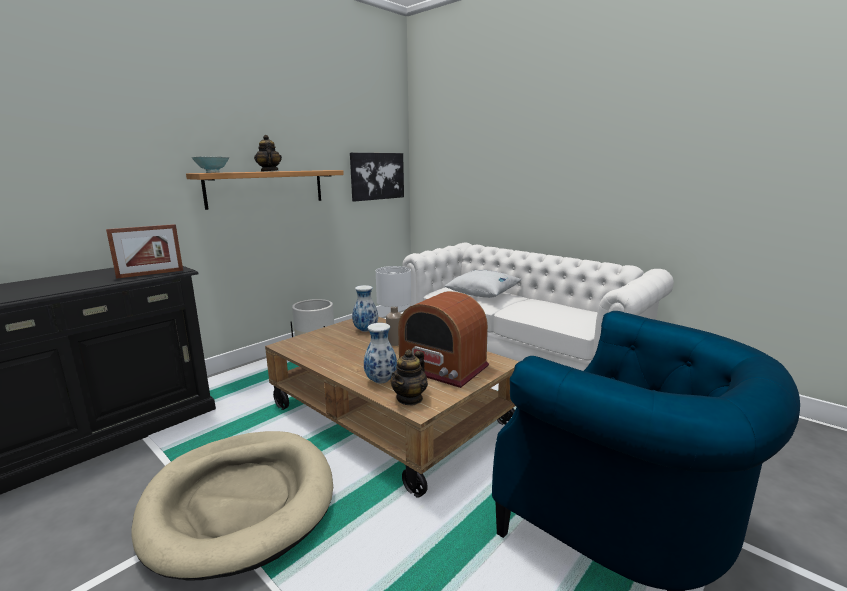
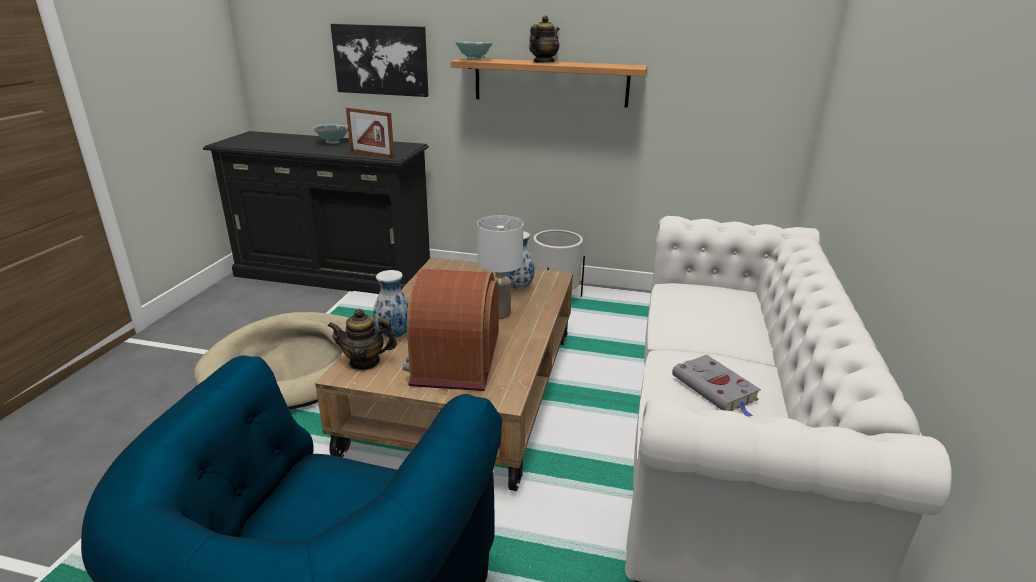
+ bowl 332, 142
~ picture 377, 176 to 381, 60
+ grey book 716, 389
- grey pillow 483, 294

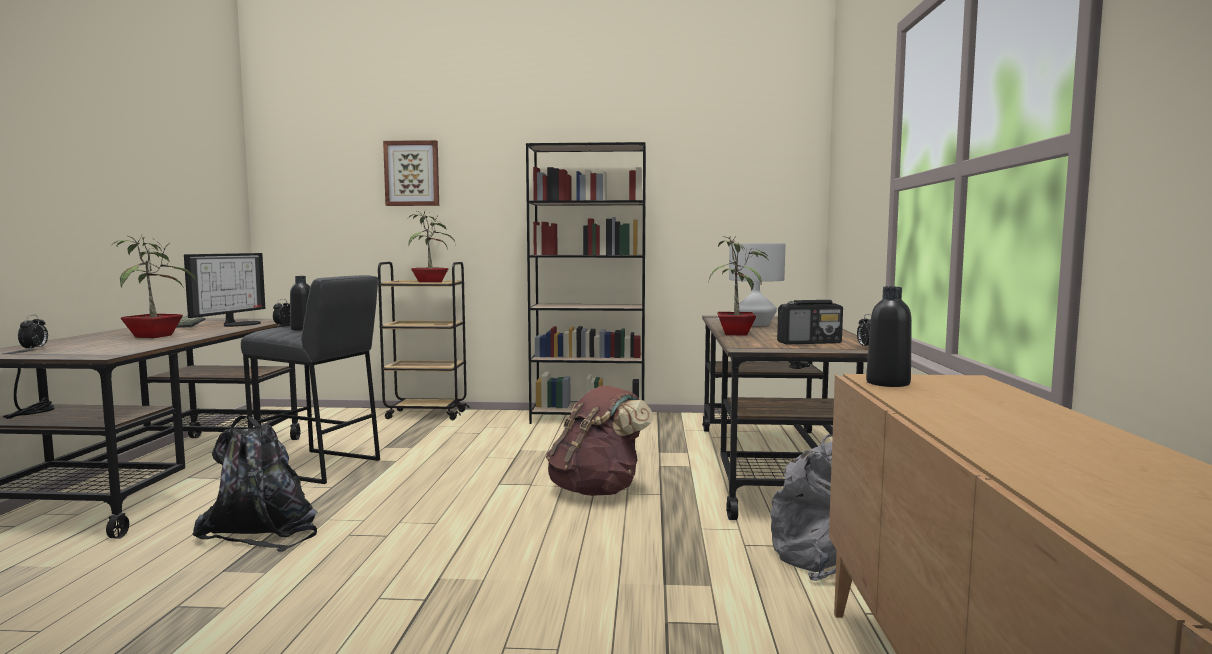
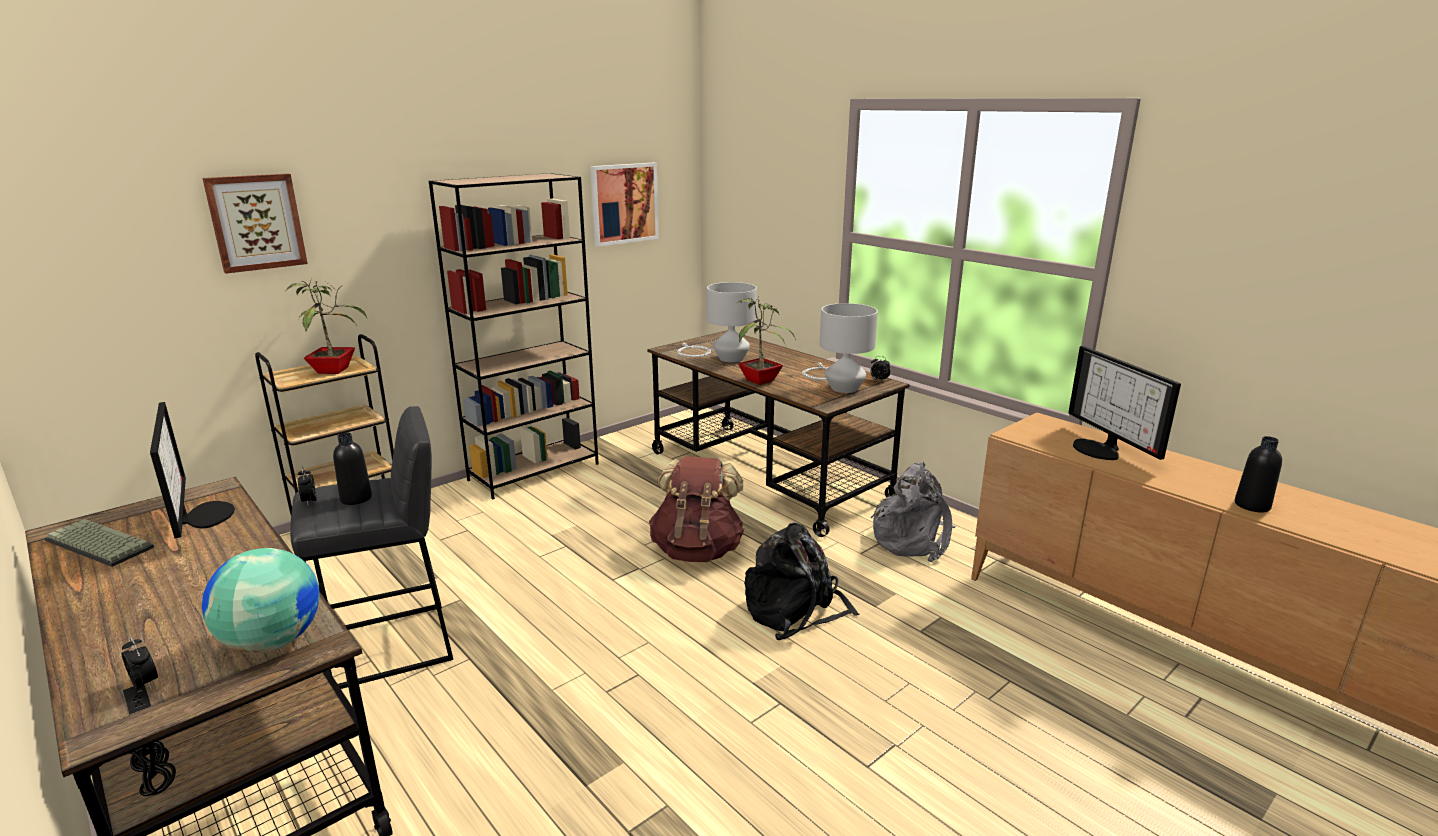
+ globe 272, 641
+ picture 624, 203
~ black backpack 264, 530 to 795, 611
~ radio 809, 343 to grey table lamp 835, 382
+ monitor 1100, 449
~ black bottle 888, 383 to 1252, 505
- potted plant 155, 336

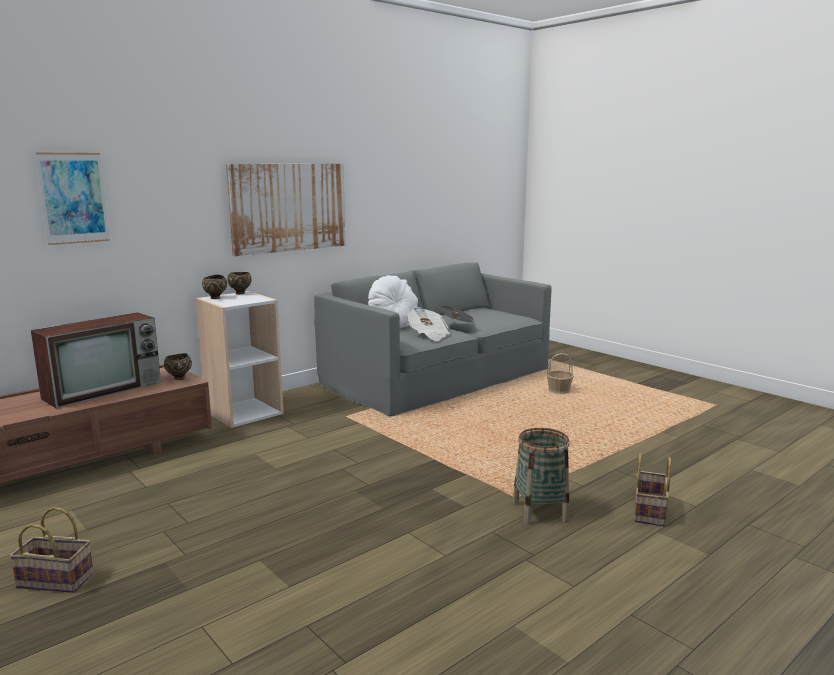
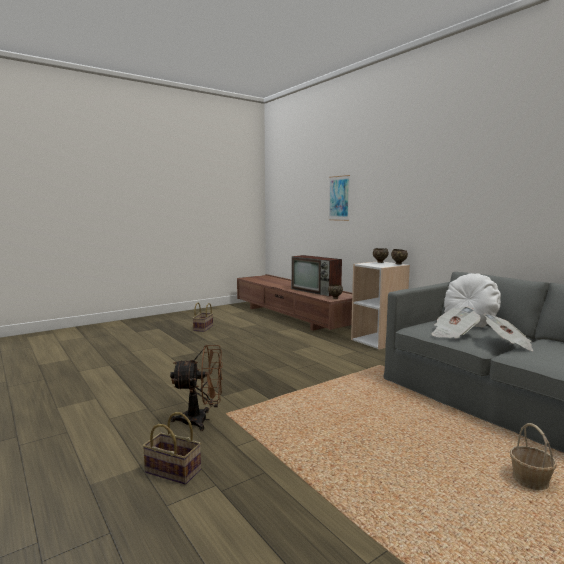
~ basket 540, 511 to brown fan 201, 420
- picture 289, 207

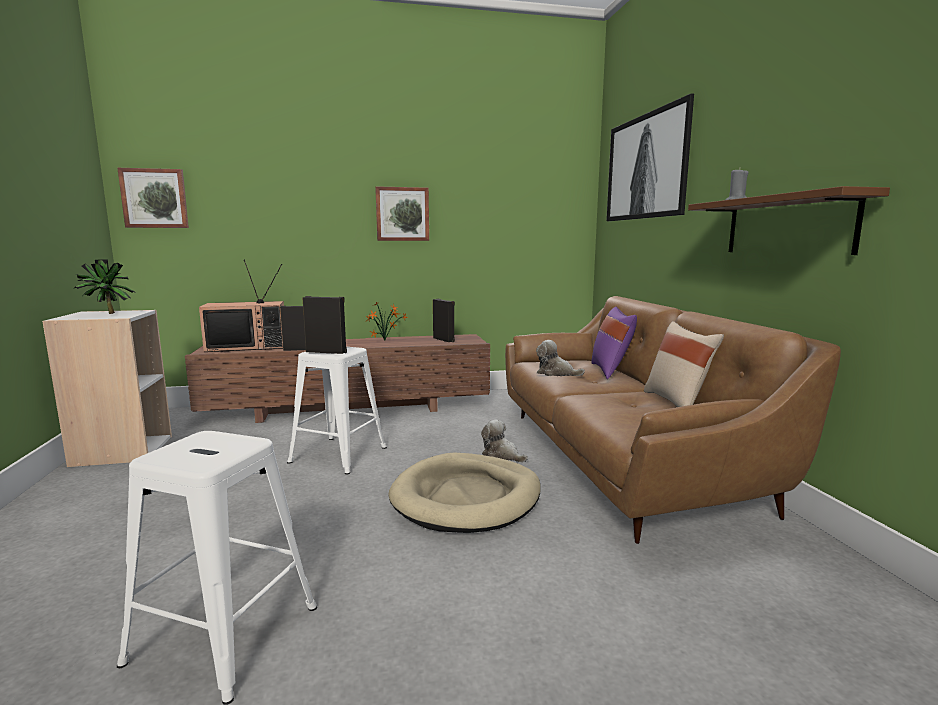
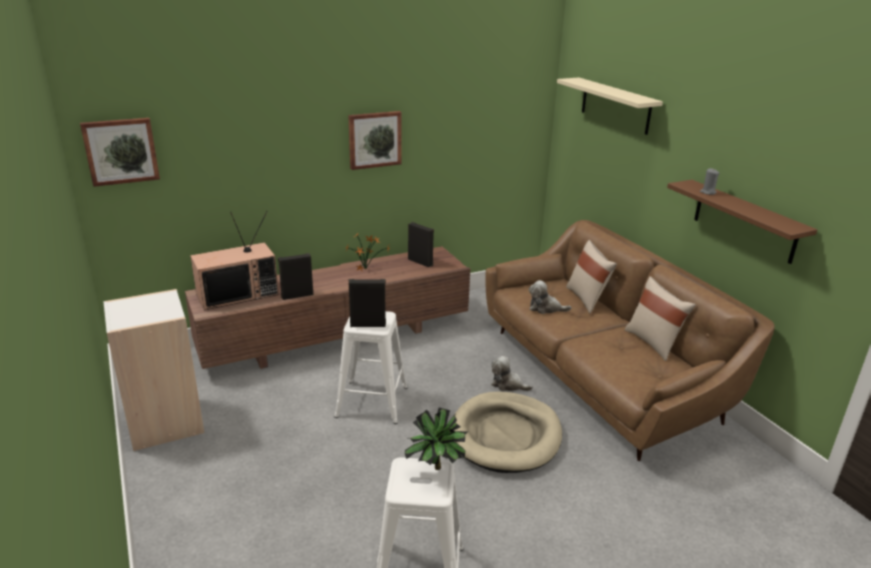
~ potted plant 107, 314 to 435, 471
~ picture 645, 167 to beige shelf 615, 105
~ purple pillow 611, 371 to beige pillow 587, 299

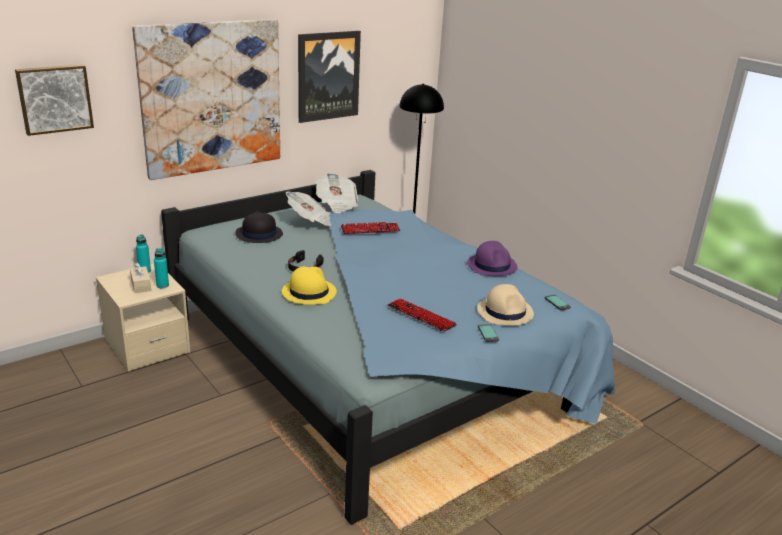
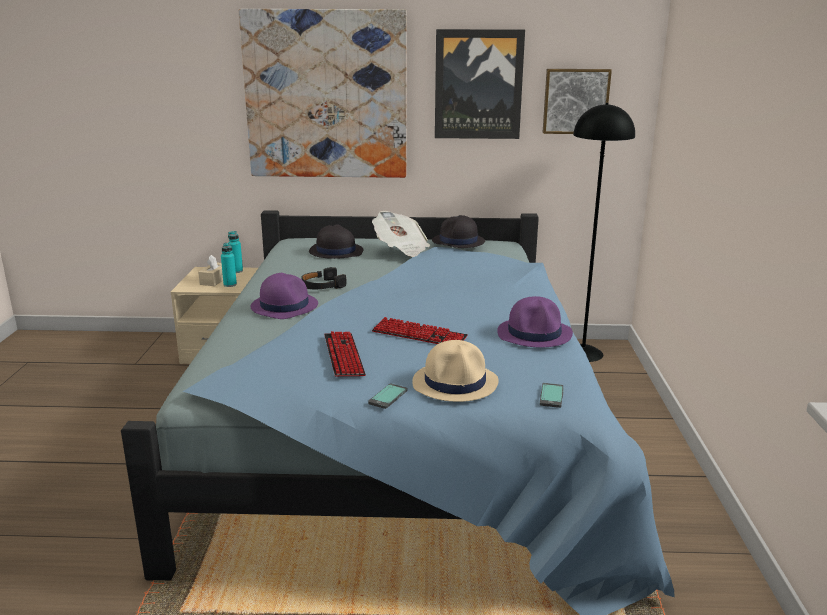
~ yellow hat 308, 292 to purple hat 284, 306
~ keyboard 370, 229 to 419, 335
~ newspaper 337, 204 to black hat 458, 242
~ picture 54, 98 to 575, 101

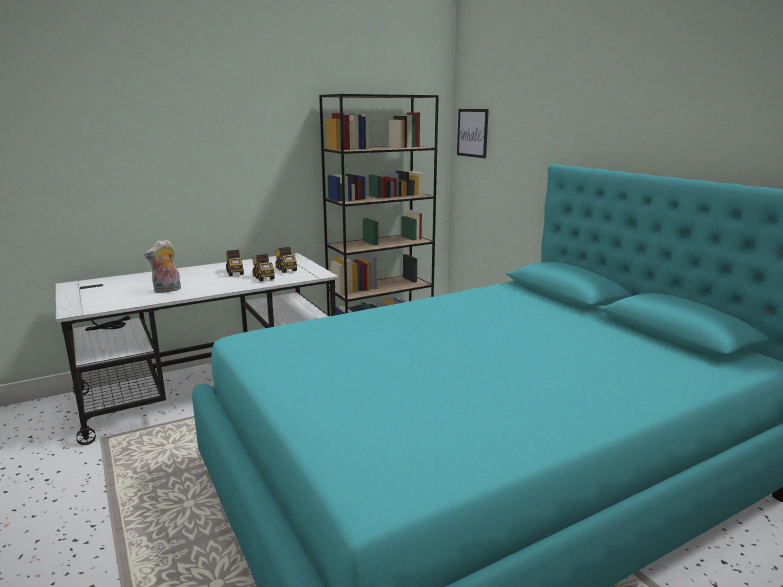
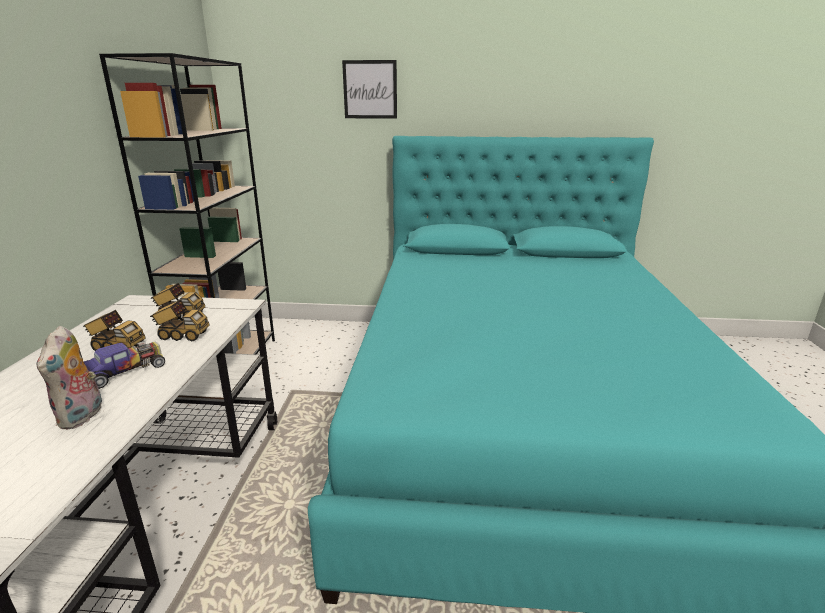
+ toy car 125, 371
~ picture 472, 133 to 370, 89

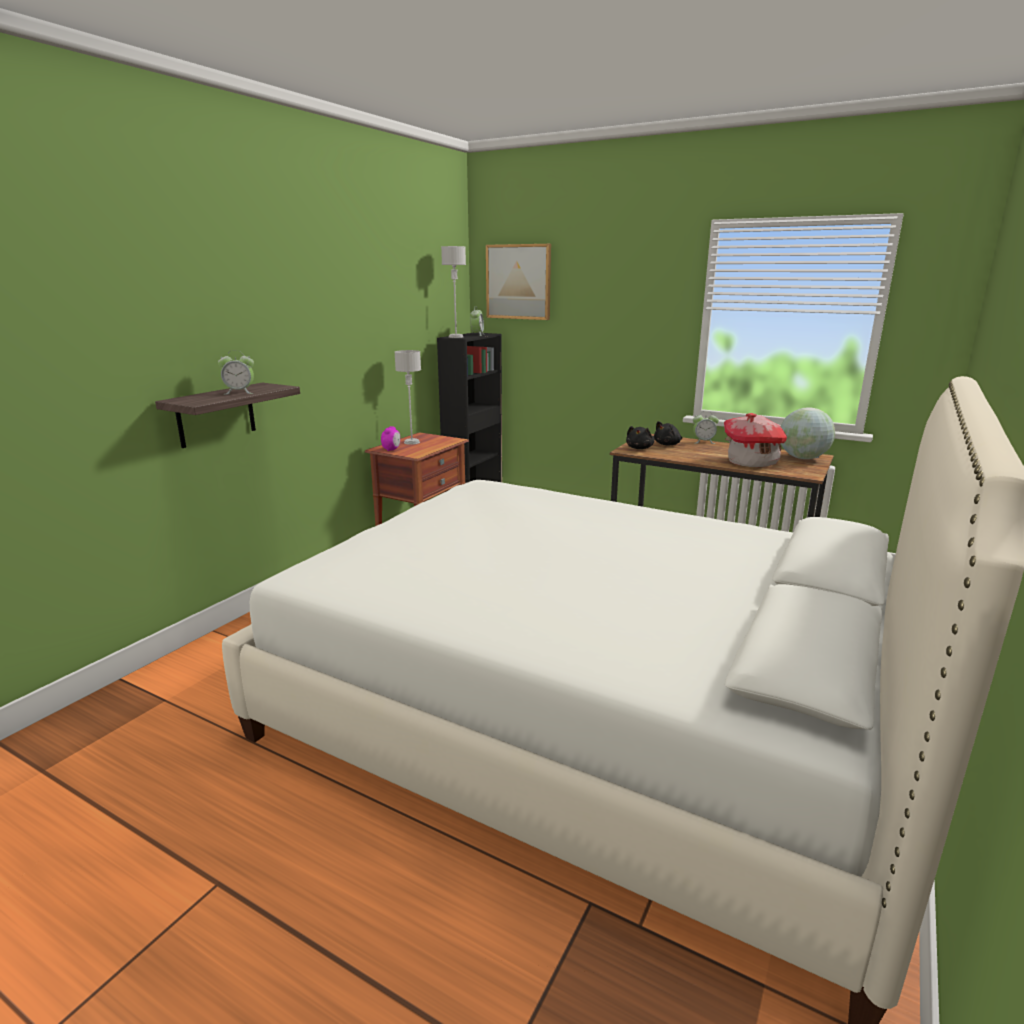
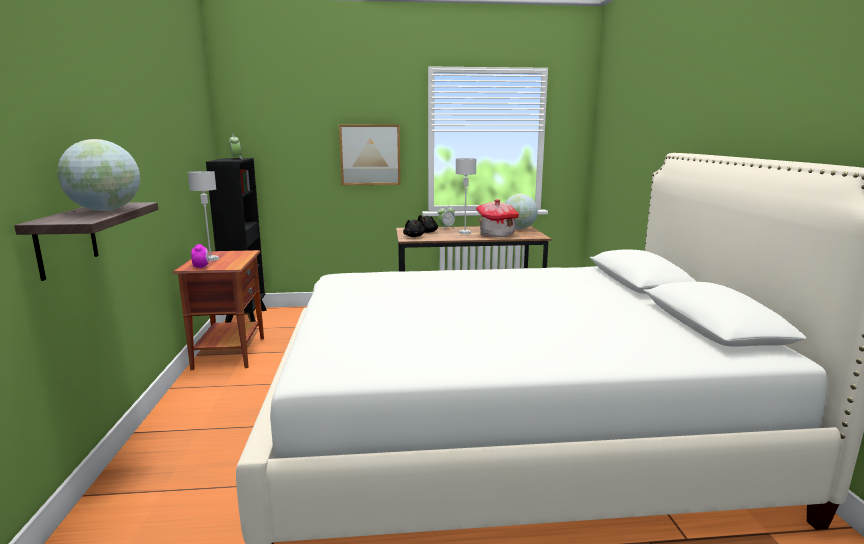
~ alarm clock 240, 392 to globe 105, 210
~ picture 518, 282 to 370, 155
~ grey table lamp 456, 337 to 465, 233

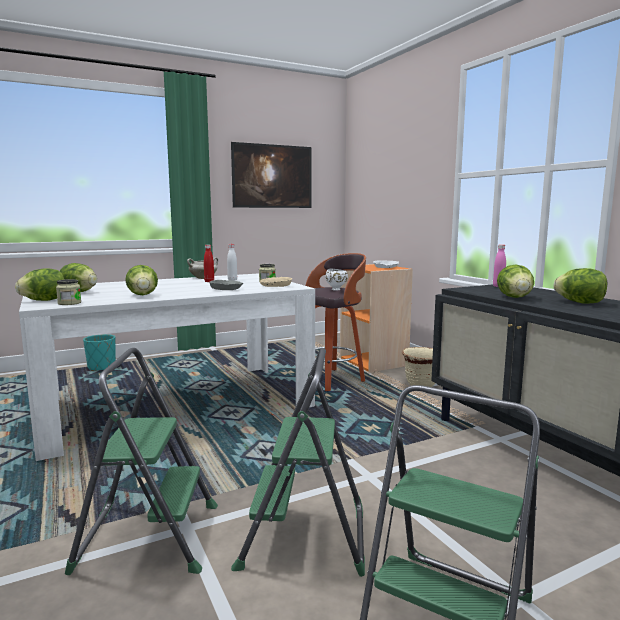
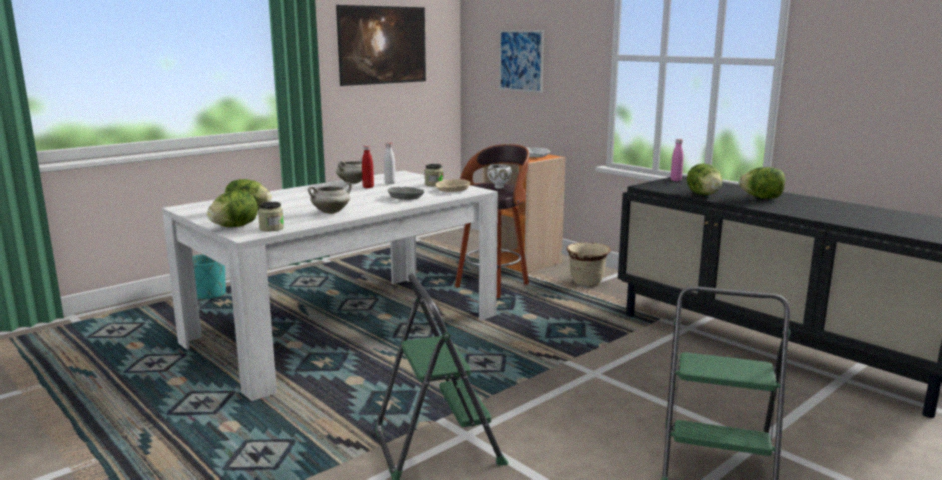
~ lettuce 143, 295 to white cooking pot 331, 212
+ picture 521, 60
- green step ladder 309, 537

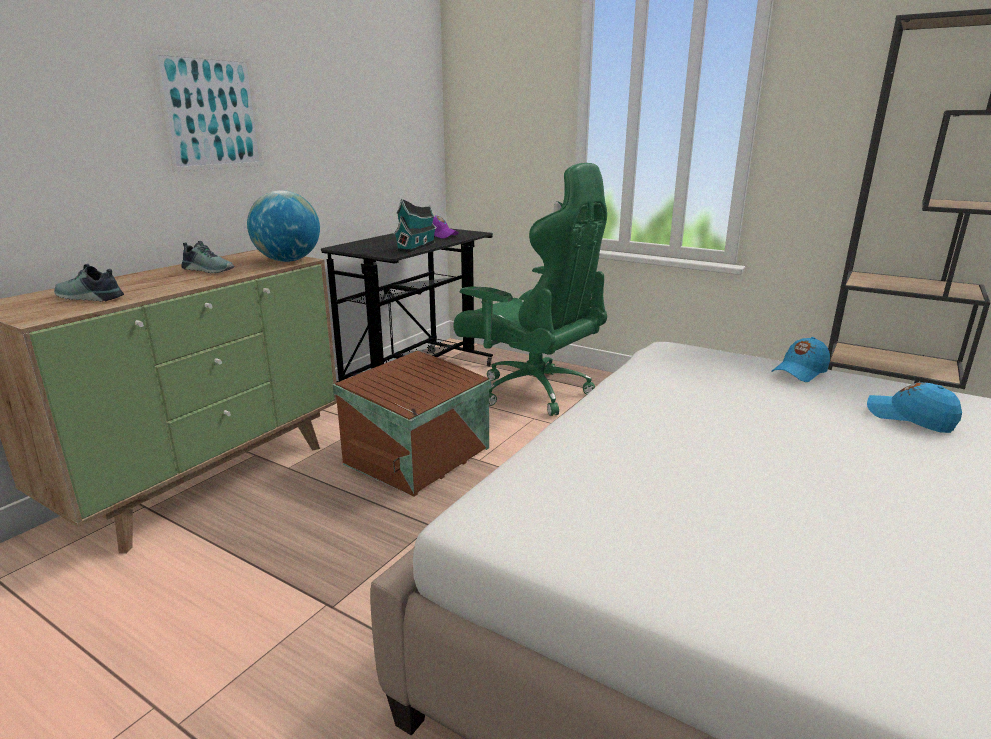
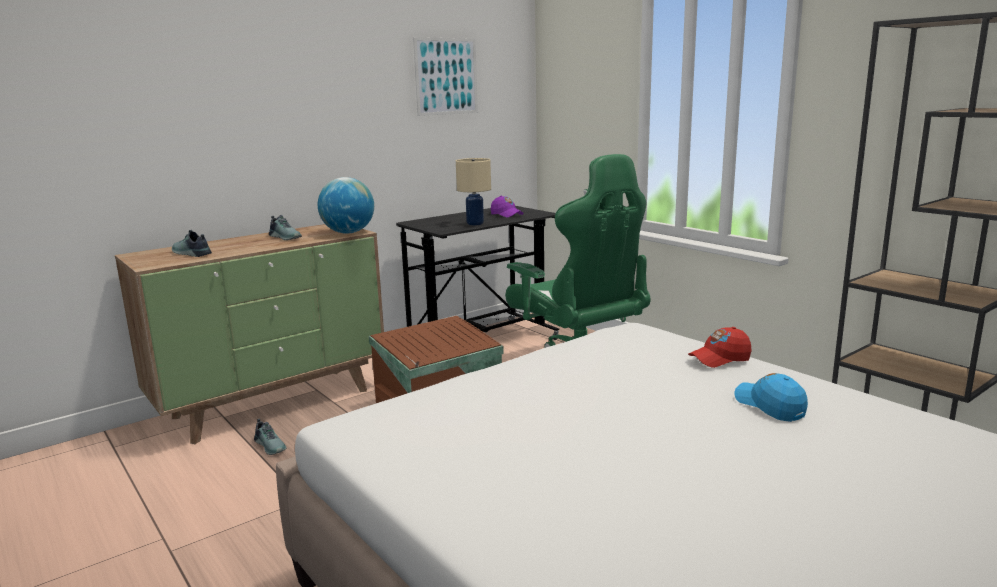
+ shoe 271, 446
~ picture 212, 113 to 446, 76
~ toy house 417, 246 to beige table lamp 475, 224
~ blue cap 799, 372 to red cap 720, 359

